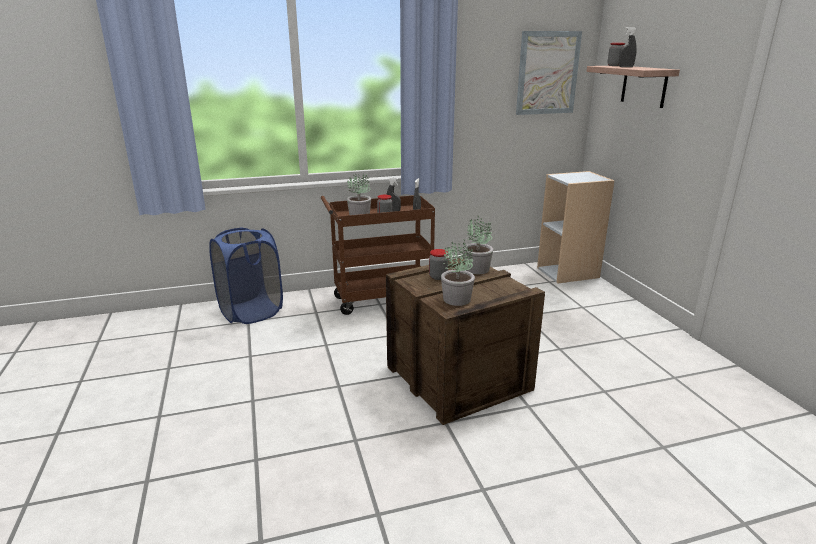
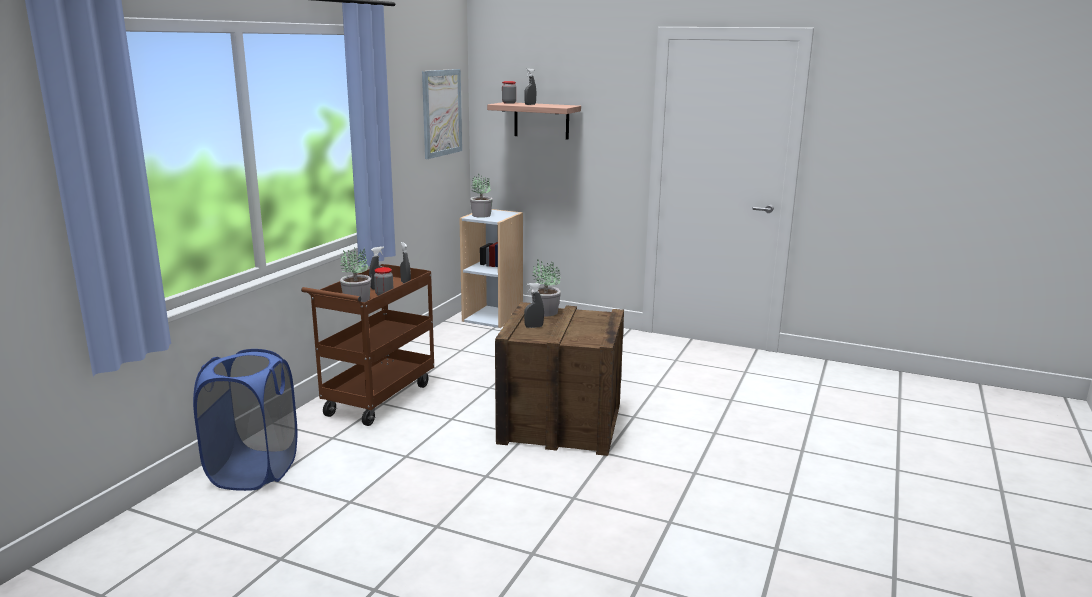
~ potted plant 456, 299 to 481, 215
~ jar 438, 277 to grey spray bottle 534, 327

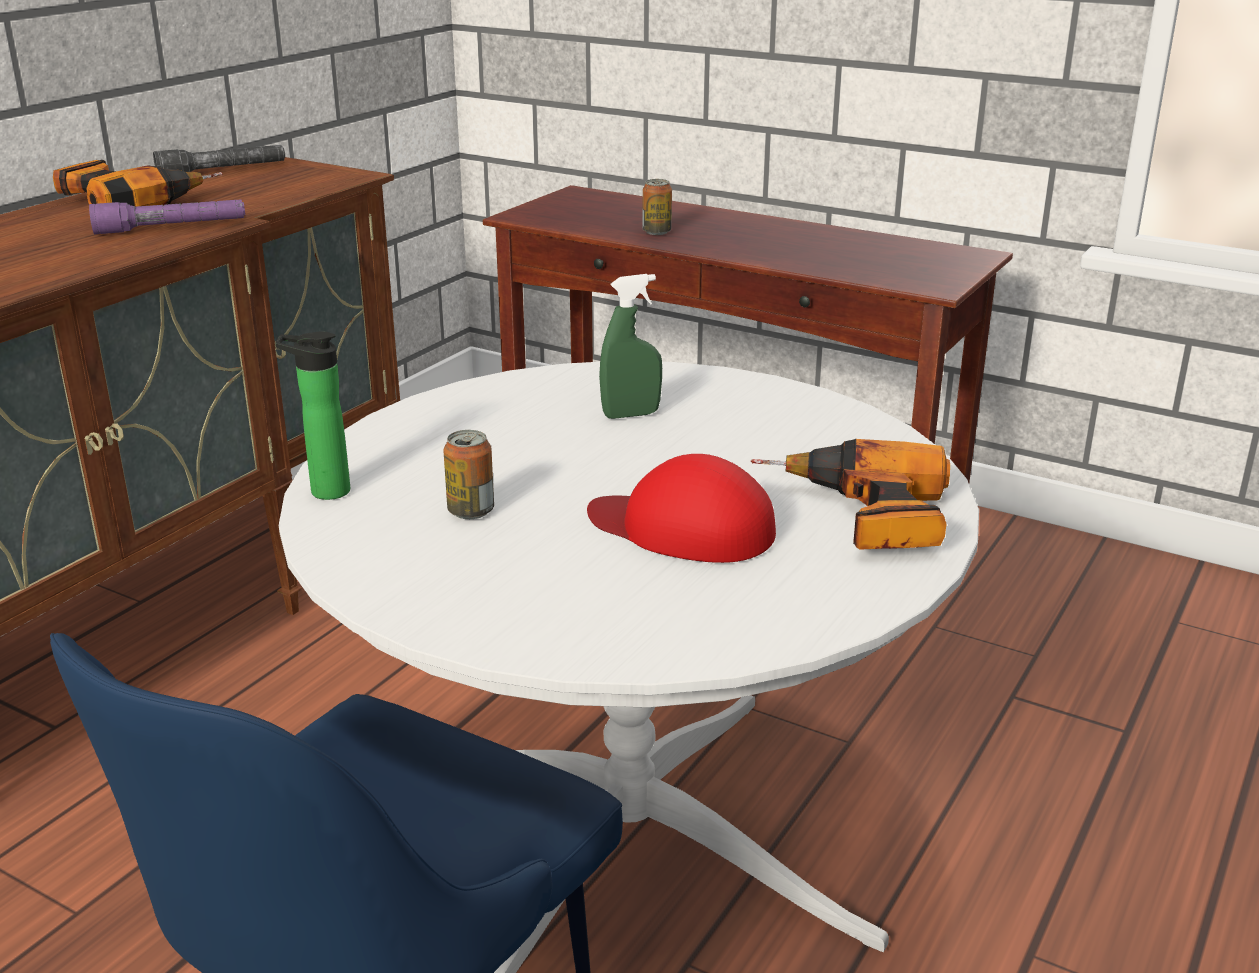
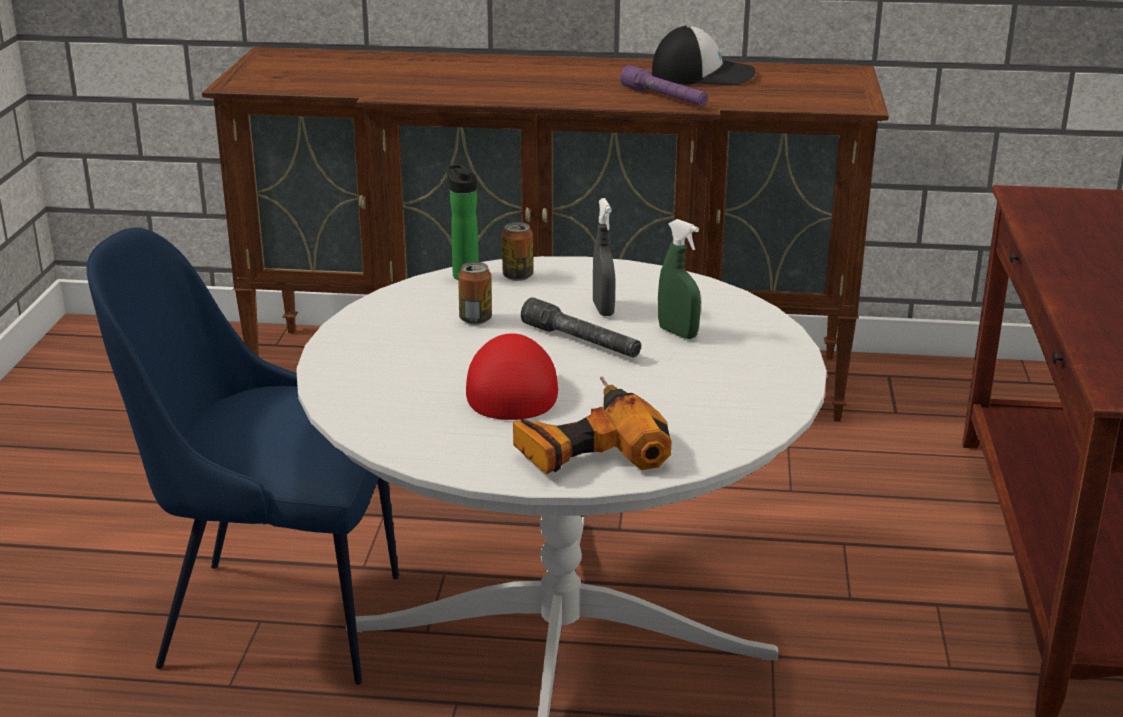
~ can 656, 232 to 517, 276
~ grey flashlight 222, 171 to 581, 342
+ grey spray bottle 603, 309
~ power drill 131, 201 to cap 703, 74

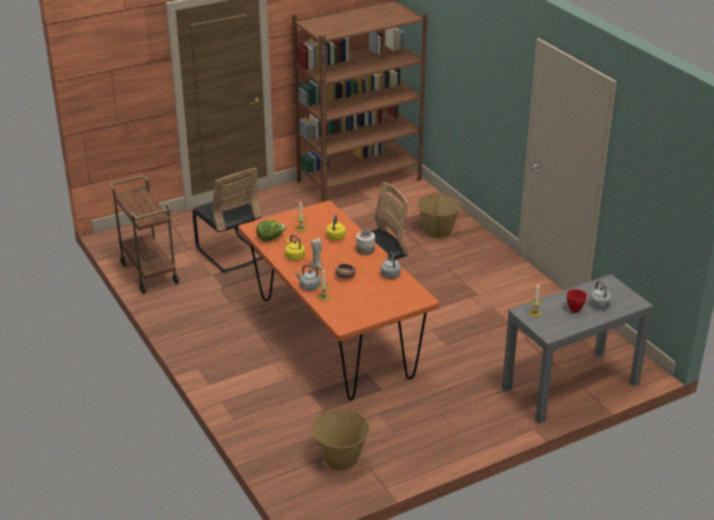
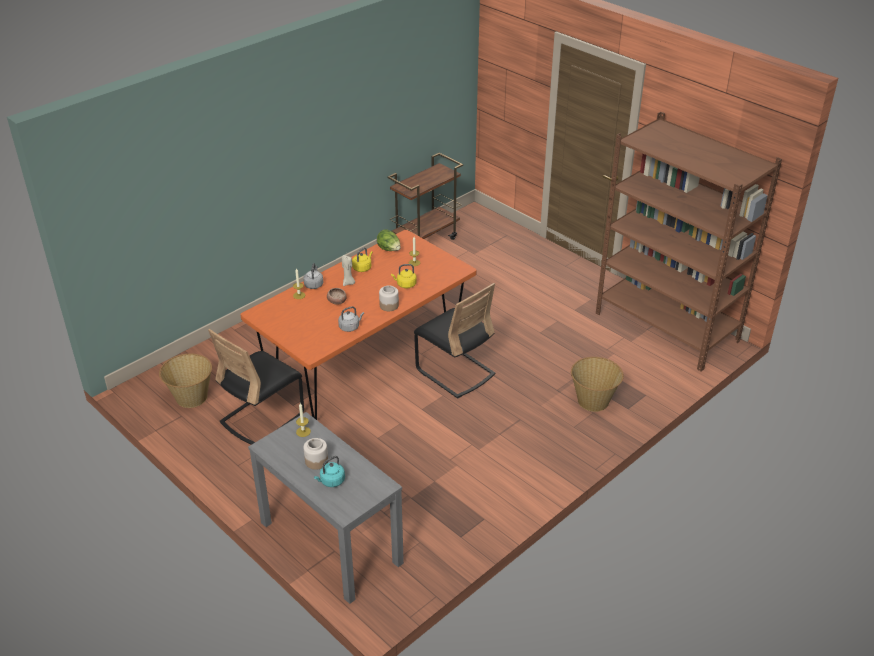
~ black chair 230, 253 to 262, 418
~ red bowl 574, 310 to jar 316, 461
~ grey kettle 600, 305 to turquoise kettle 331, 481

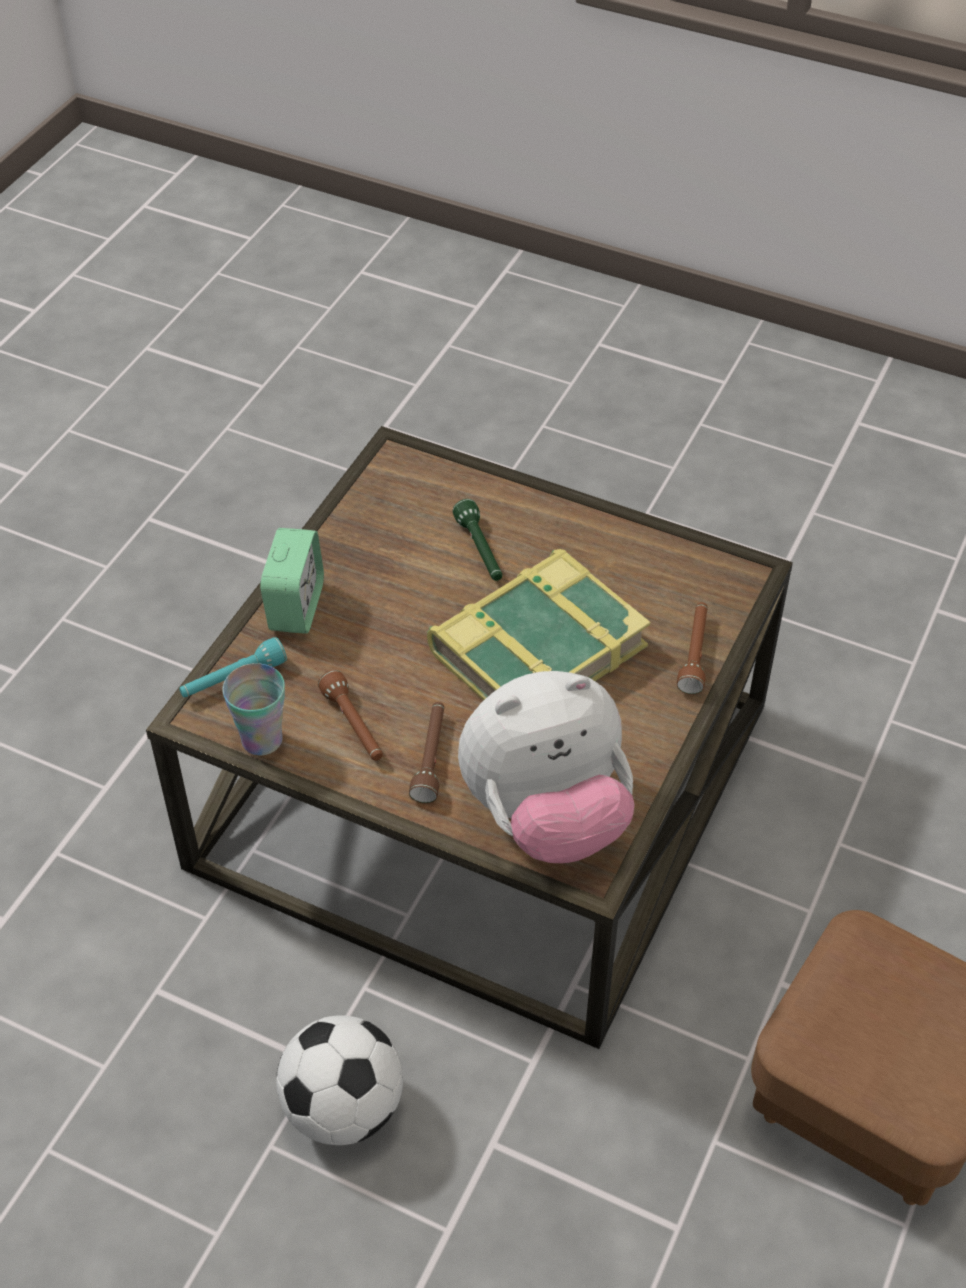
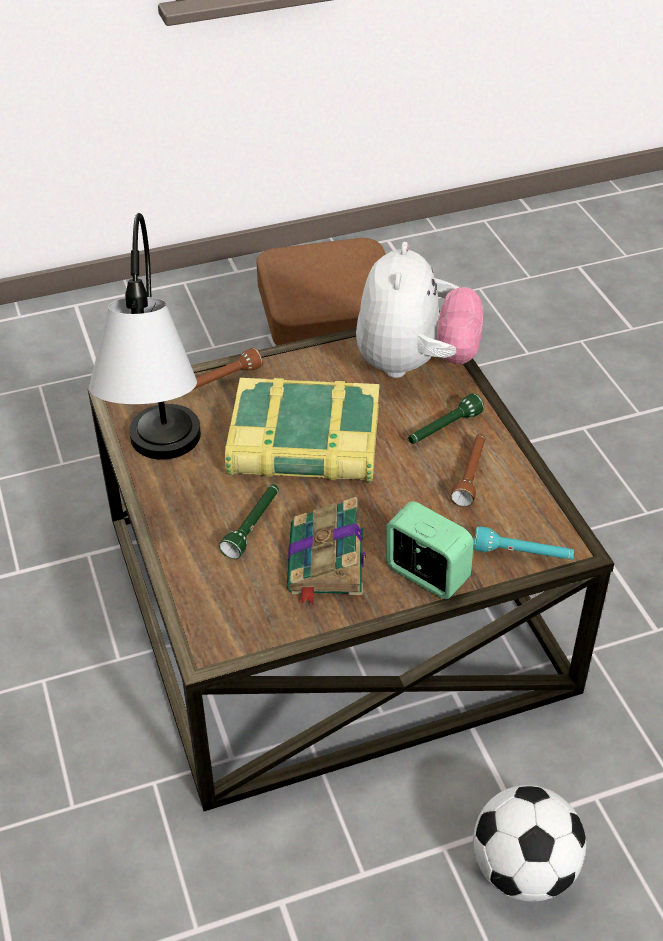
+ table lamp 160, 469
+ book 326, 563
~ plush toy 547, 816 = 414, 364 75 degrees clockwise
~ alarm clock 296, 607 = 426, 575 75 degrees clockwise
~ brown flashlight 431, 757 to green flashlight 443, 429
~ football 343, 1108 to 524, 869
- cup 262, 740

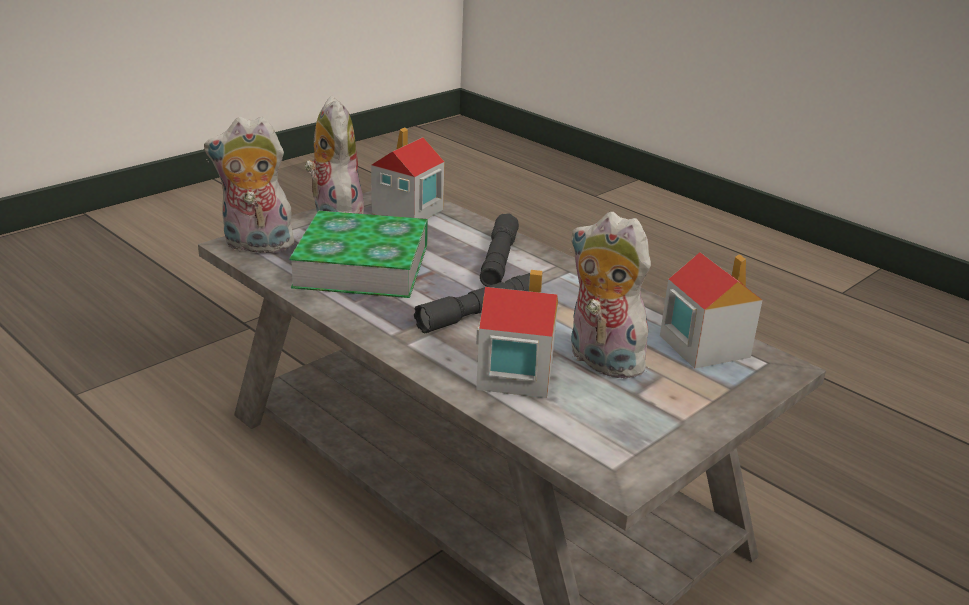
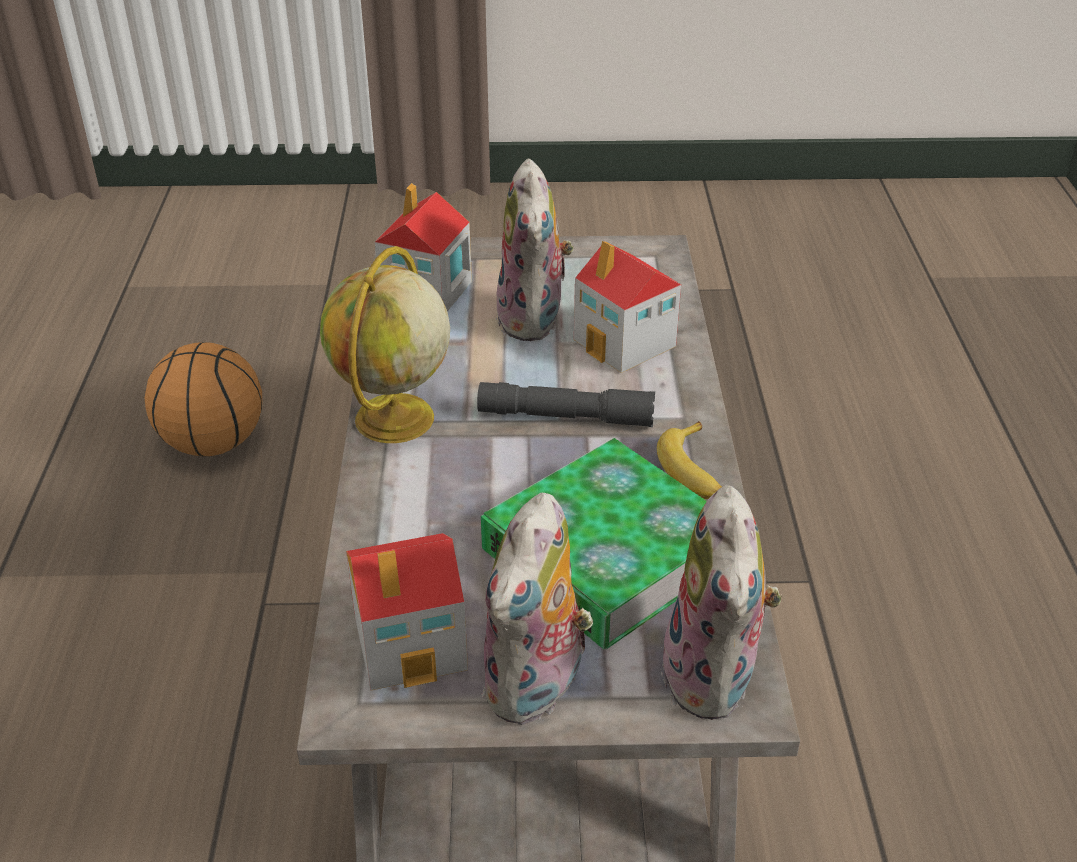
+ basketball 212, 442
+ globe 394, 420
+ banana 695, 471
~ plush toy 256, 246 = 715, 679 45 degrees clockwise
- grey flashlight 498, 261

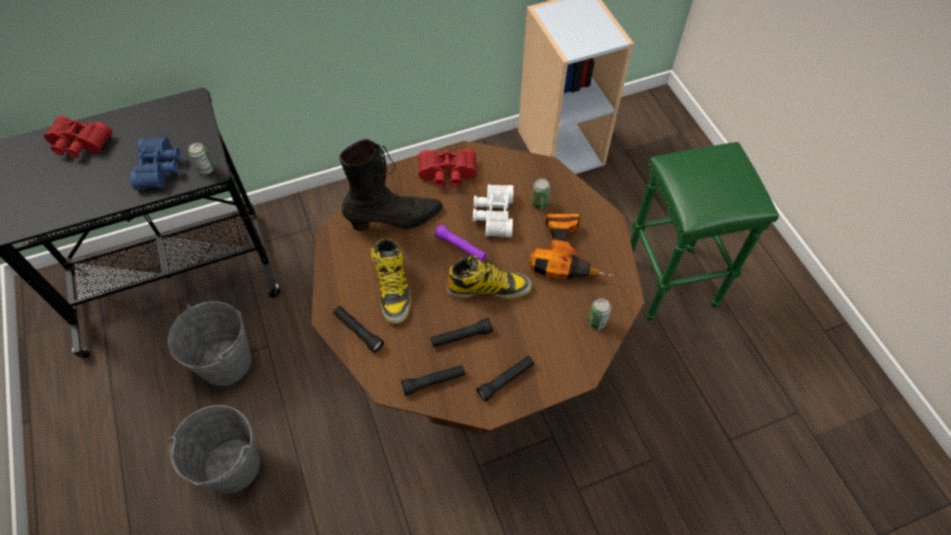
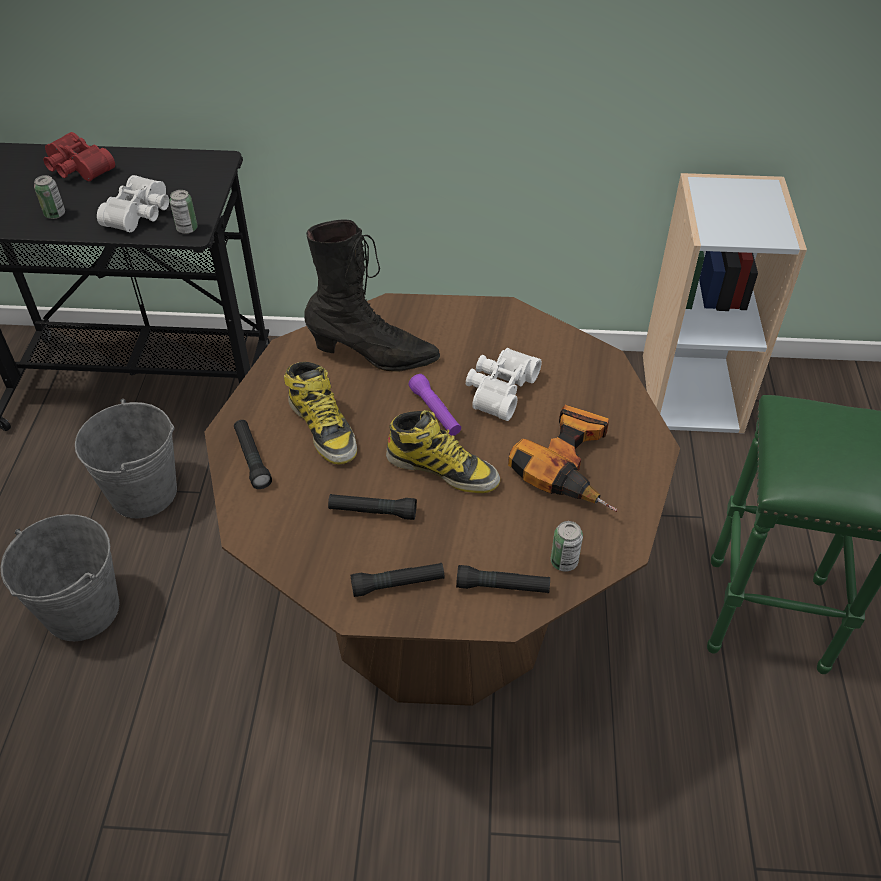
~ can 539, 203 to 55, 214
~ blue binoculars 161, 168 to white binoculars 141, 214
~ boot 393, 288 = 323, 428 45 degrees counterclockwise
~ black flashlight 433, 382 to 502, 587
- red binoculars 447, 175

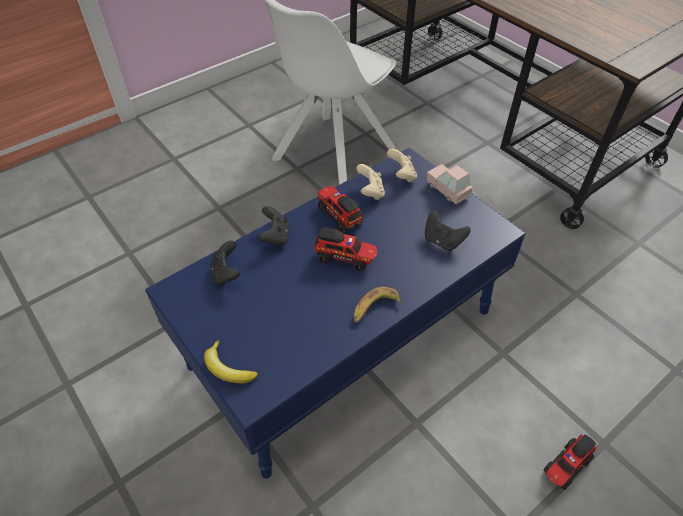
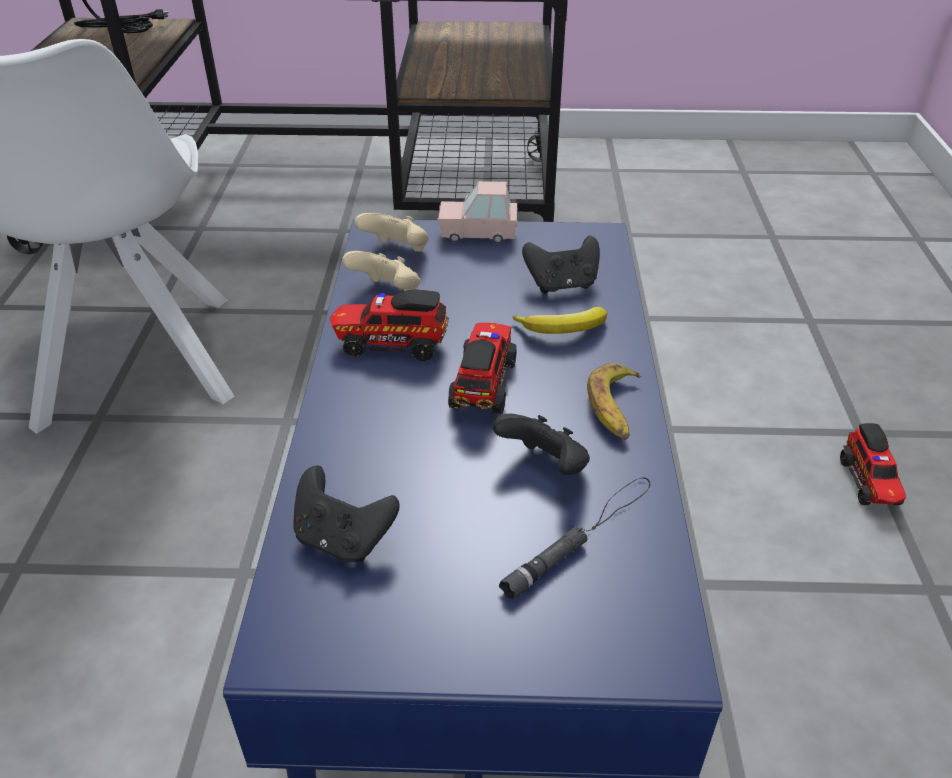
~ toy truck 346, 258 = 484, 383 45 degrees counterclockwise
~ black game controller 275, 237 to 545, 466
+ black flashlight 581, 535
~ banana 228, 368 to 563, 330

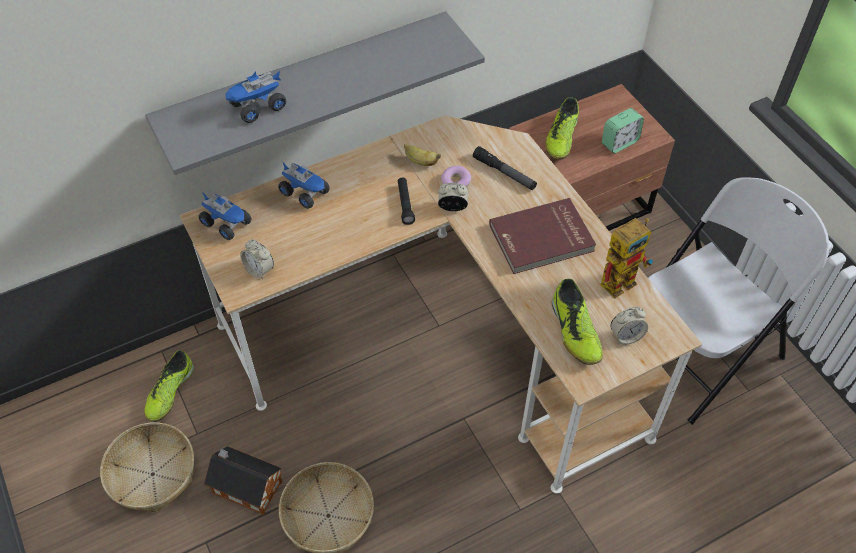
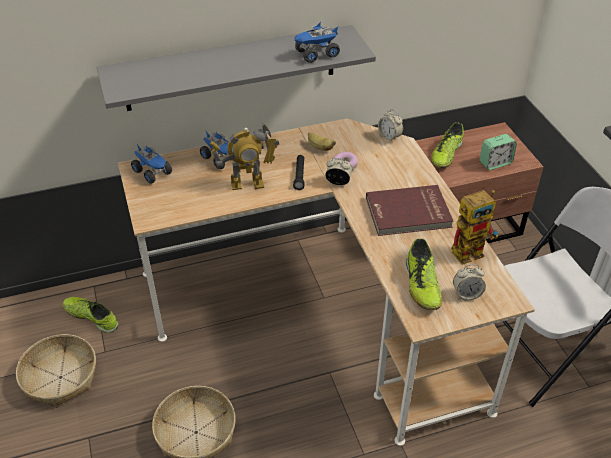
~ shoe 170, 392 = 92, 317 90 degrees clockwise
+ toy robot 247, 184
~ toy truck 258, 107 to 316, 54
~ alarm clock 259, 270 to 389, 137
- toy house 245, 485
- flashlight 504, 173

